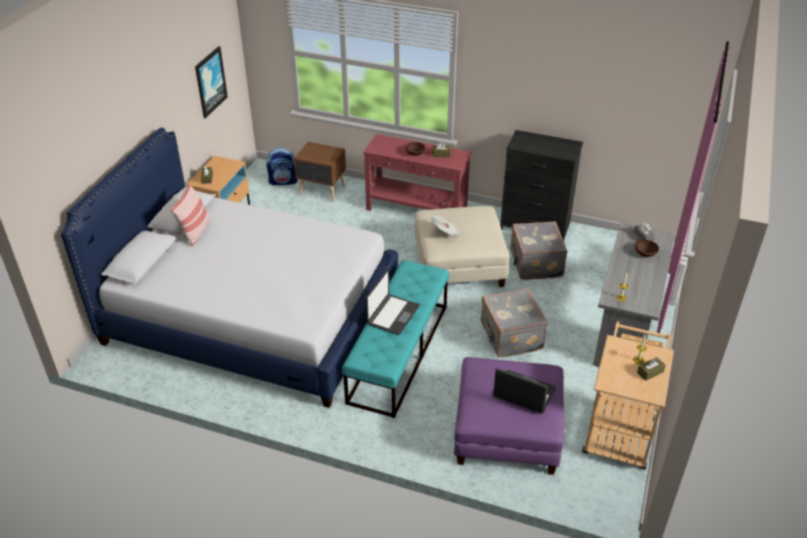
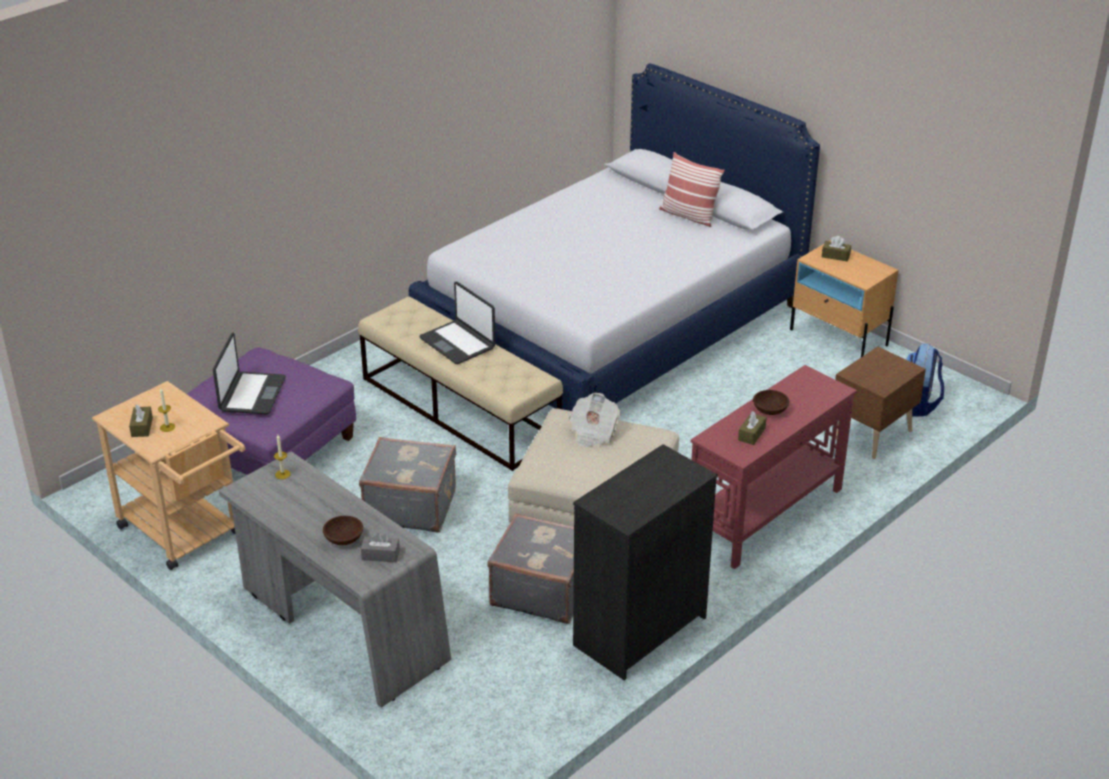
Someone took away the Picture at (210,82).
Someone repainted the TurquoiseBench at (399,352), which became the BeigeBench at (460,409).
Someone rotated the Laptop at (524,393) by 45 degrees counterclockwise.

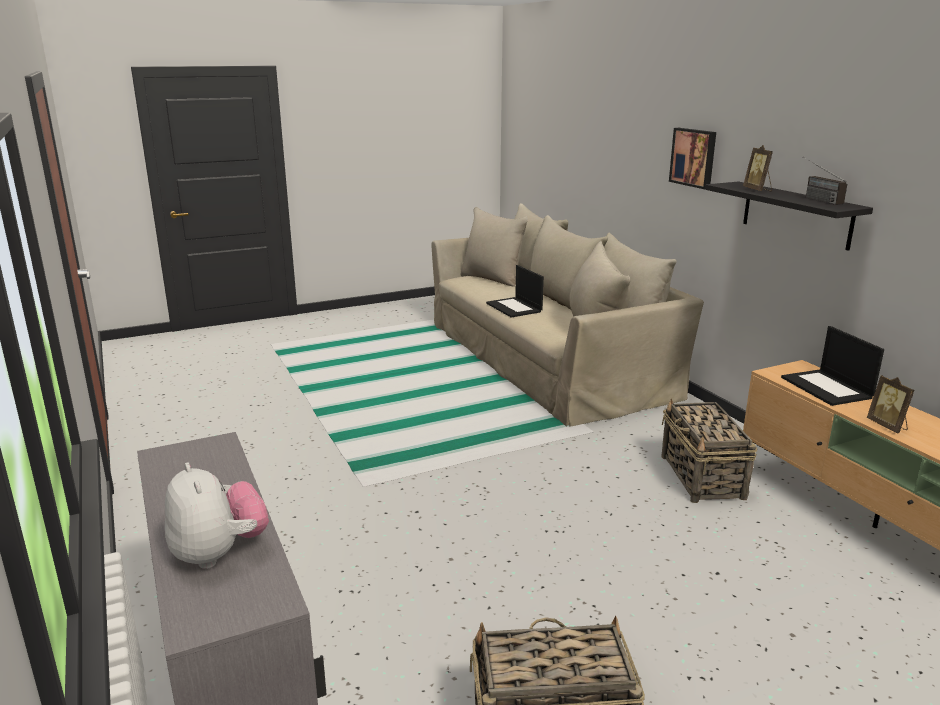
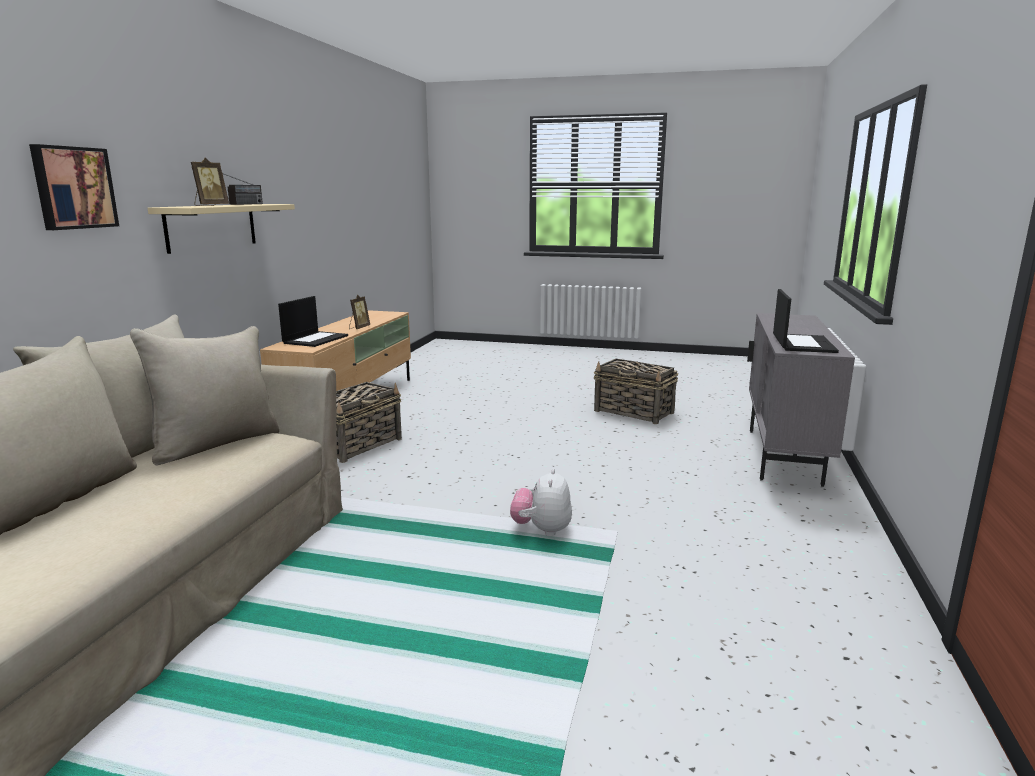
Someone carried the PlushToy from (219,553) to (542,530).
Someone carried the Laptop from (514,307) to (802,343).
Someone repainted the BlackShelf at (796,214), which became the BeigeShelf at (212,227).

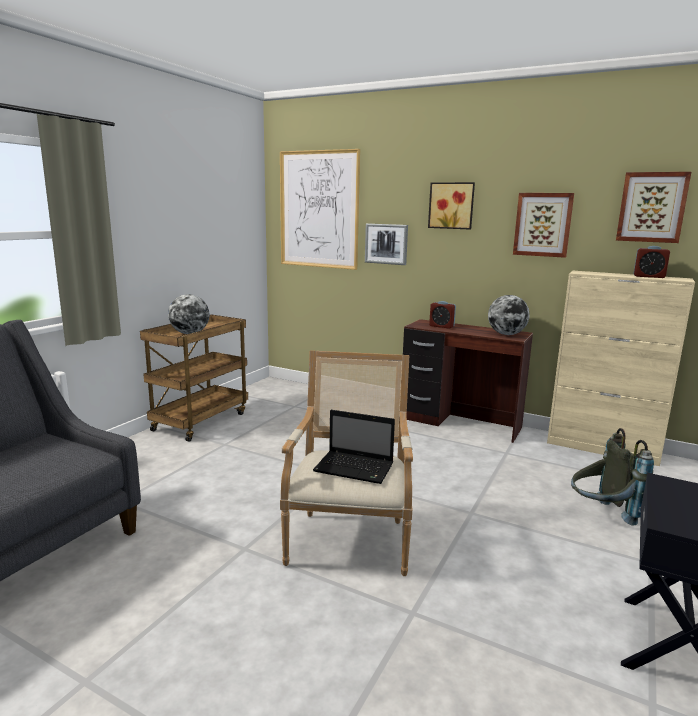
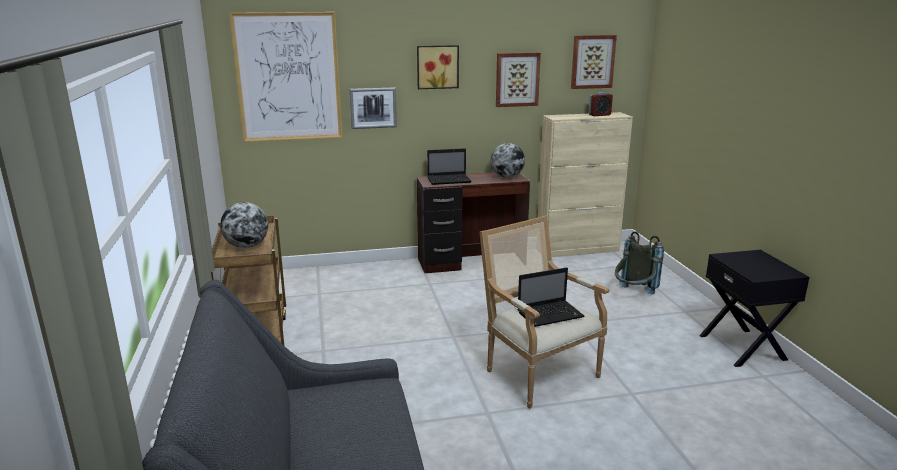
Someone swapped the AlarmClock at (441,326) for the Laptop at (450,180).

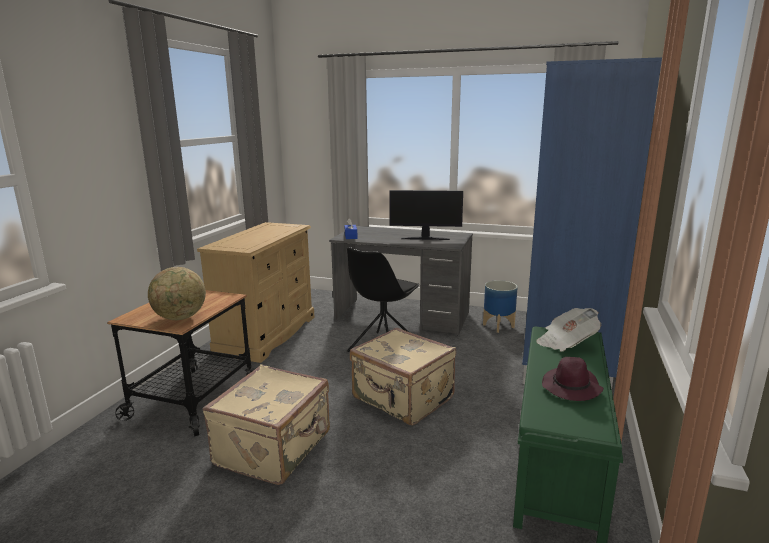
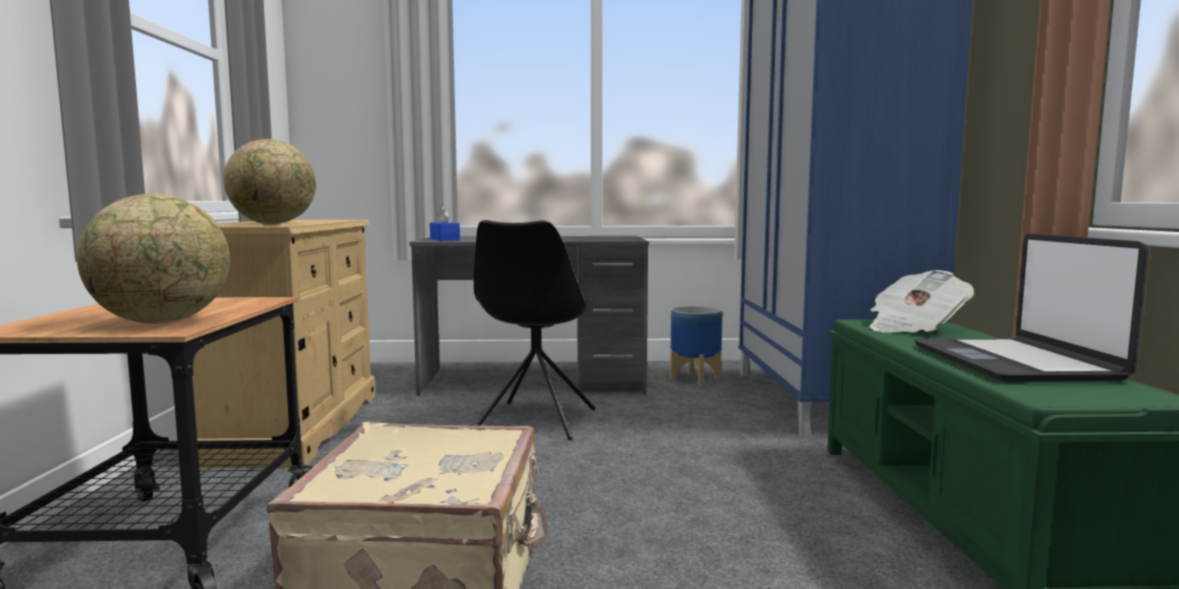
Someone took away the BeigeSuitcase at (402,399).
Someone took away the Monitor at (425,238).
Someone put down the Globe at (274,224).
Someone swapped the PurpleHat at (571,388) for the Laptop at (1015,362).

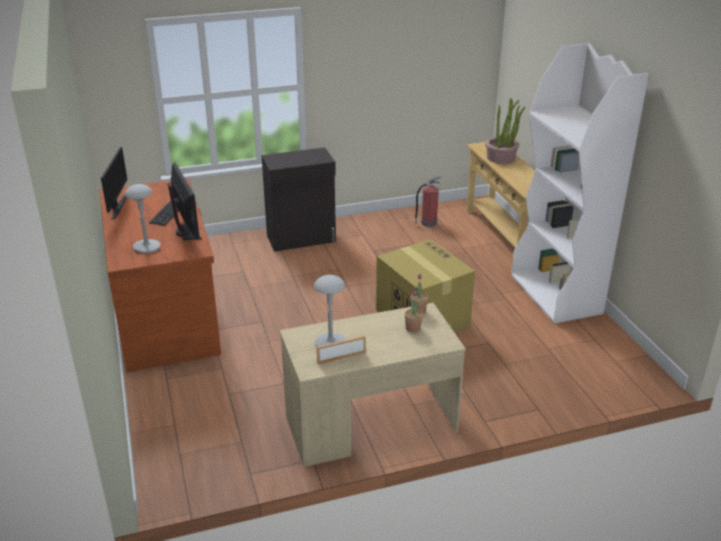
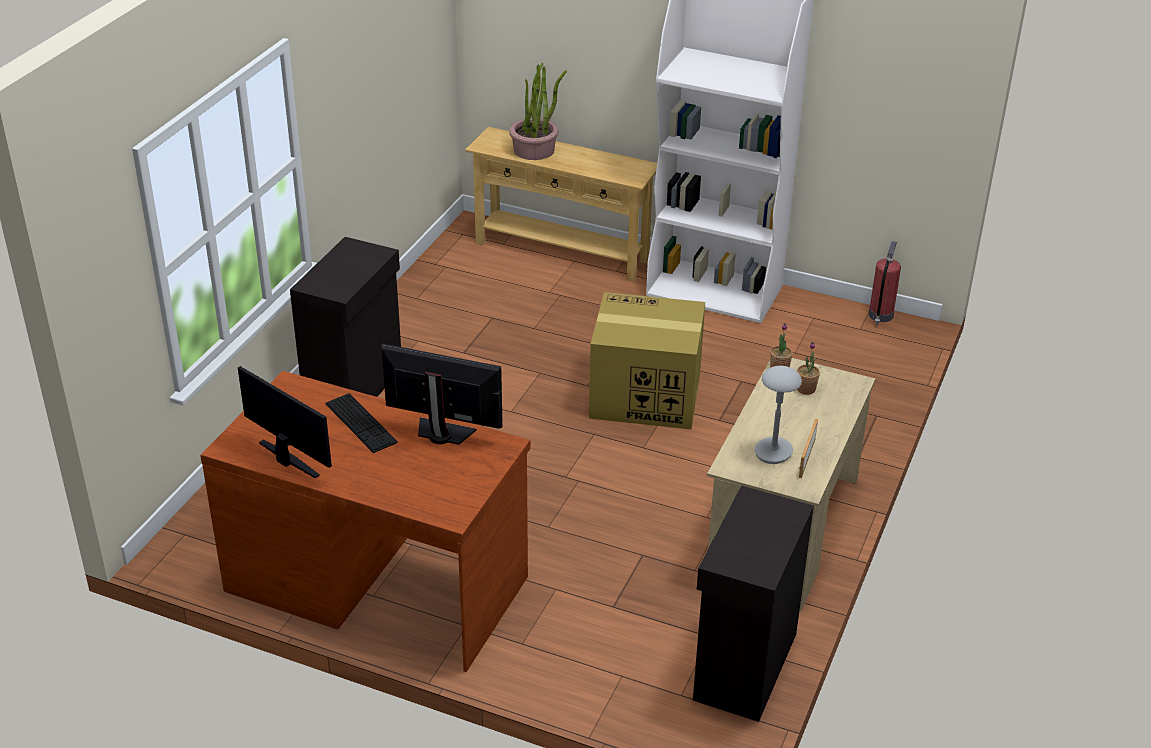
Someone took away the GreyTableLamp at (146,247).
Someone put down the BlackCabinet at (743,666).
Someone carried the FireExtinguisher from (428,223) to (880,316).

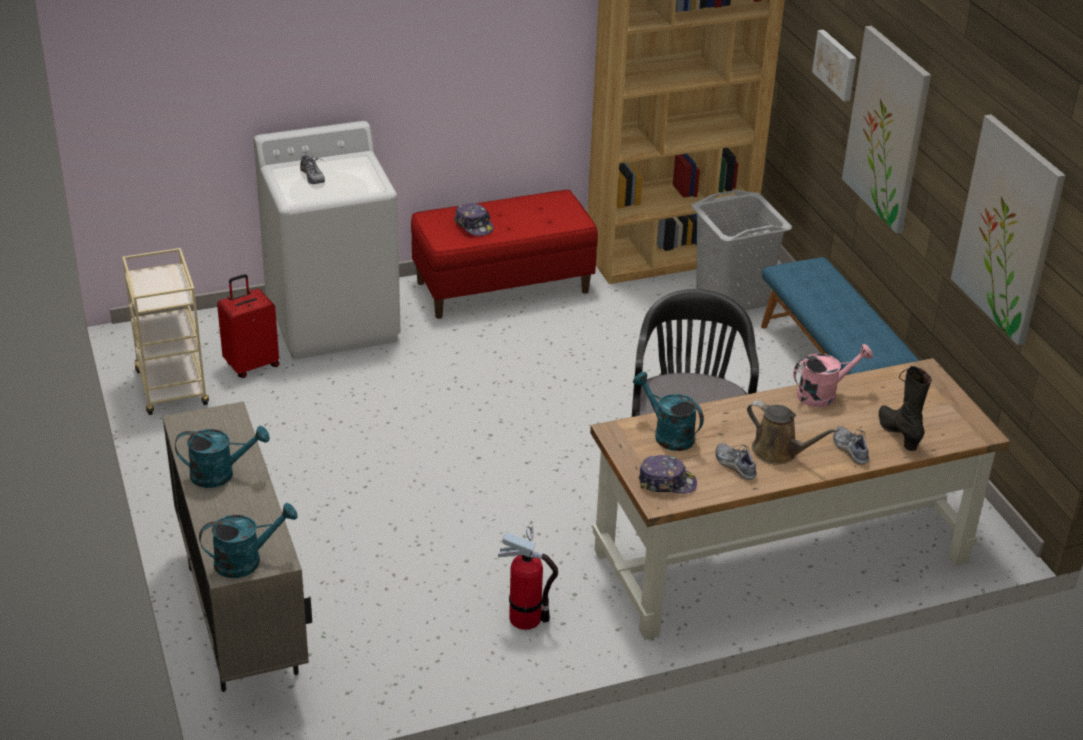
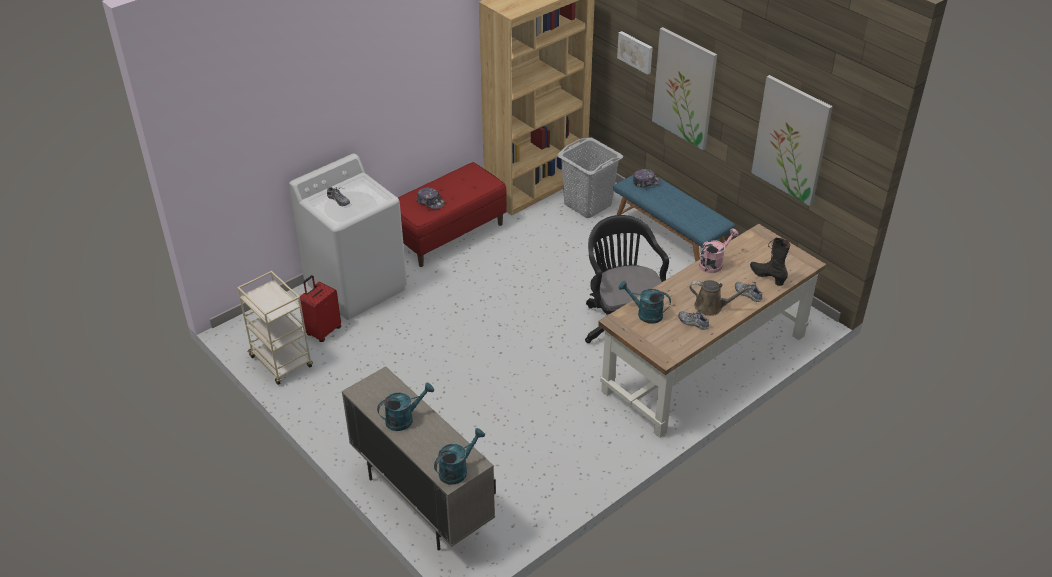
Someone took away the FireExtinguisher at (525,618).
Someone carried the Cap from (667,482) to (646,182).

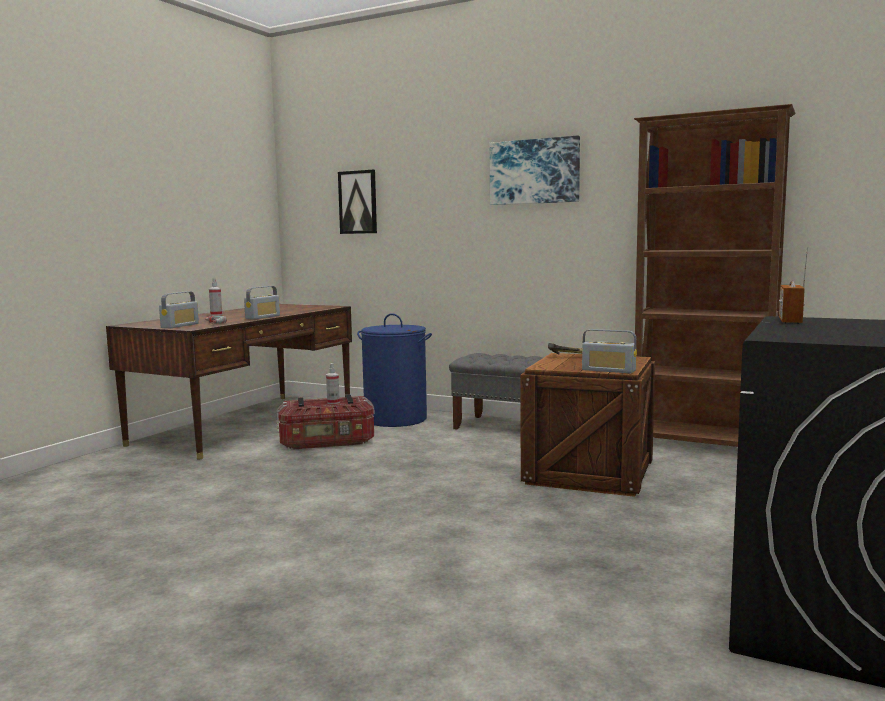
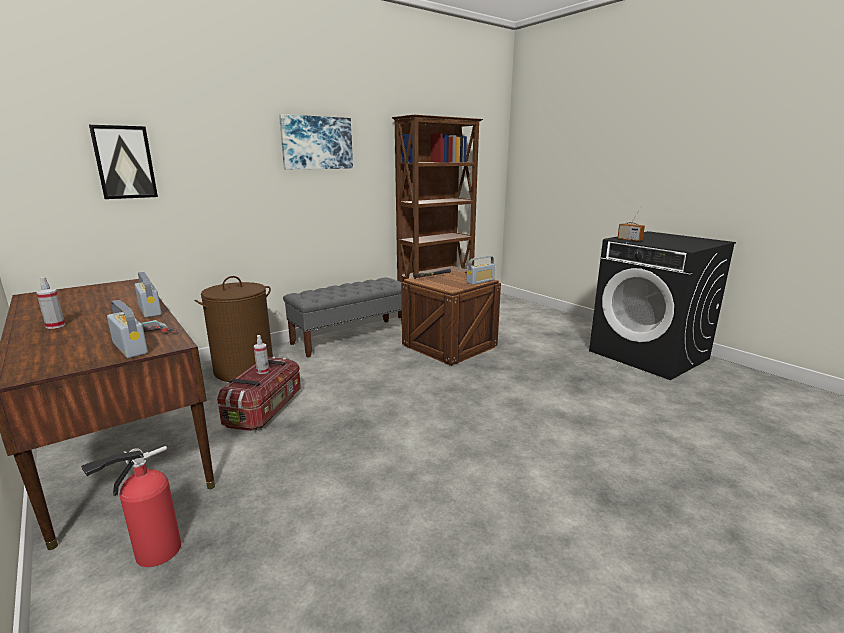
Someone put down the FireExtinguisher at (153,553).
Someone repainted the BlueLaundryBasket at (396,419), which became the BrownLaundryBasket at (244,369).

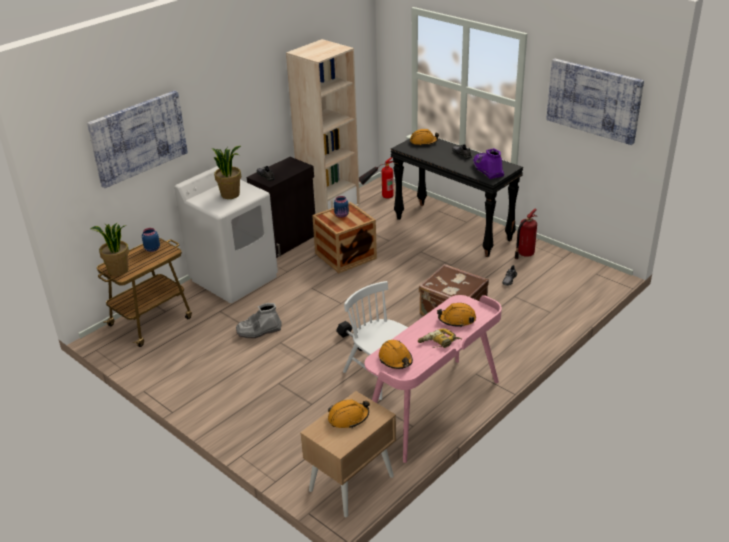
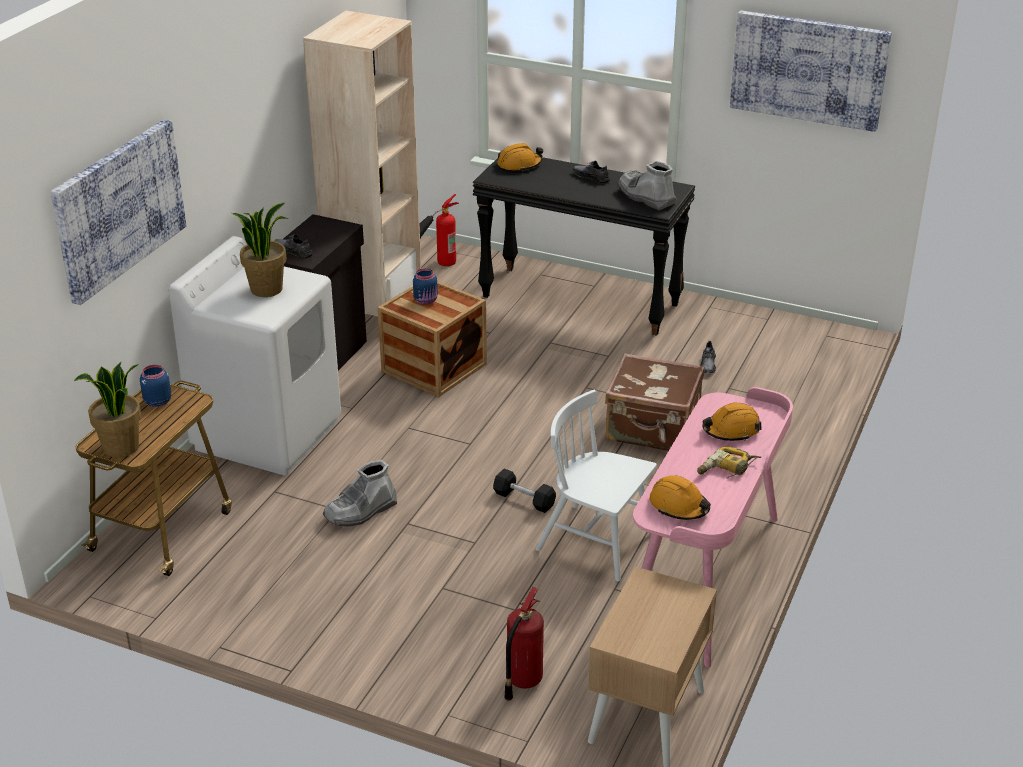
Someone took away the OrangeHardHat at (348,418).
Someone carried the FireExtinguisher from (525,254) to (522,680).
Someone repainted the PurpleBoot at (487,170), which became the GreyBoot at (646,197).

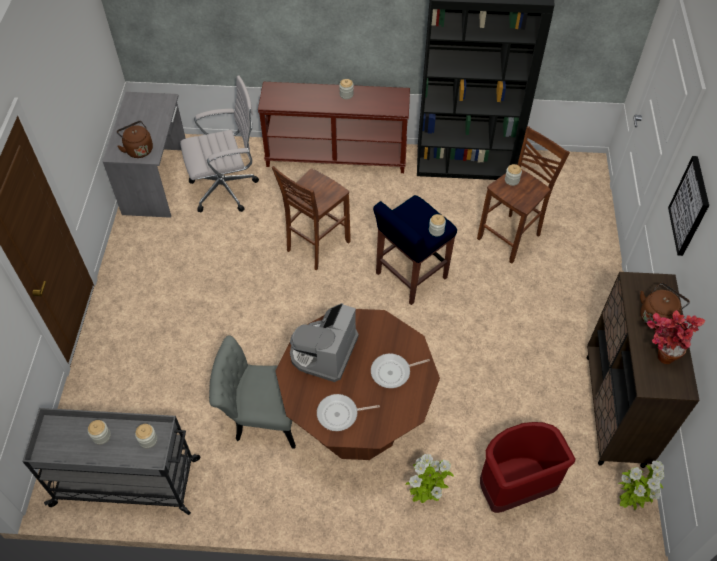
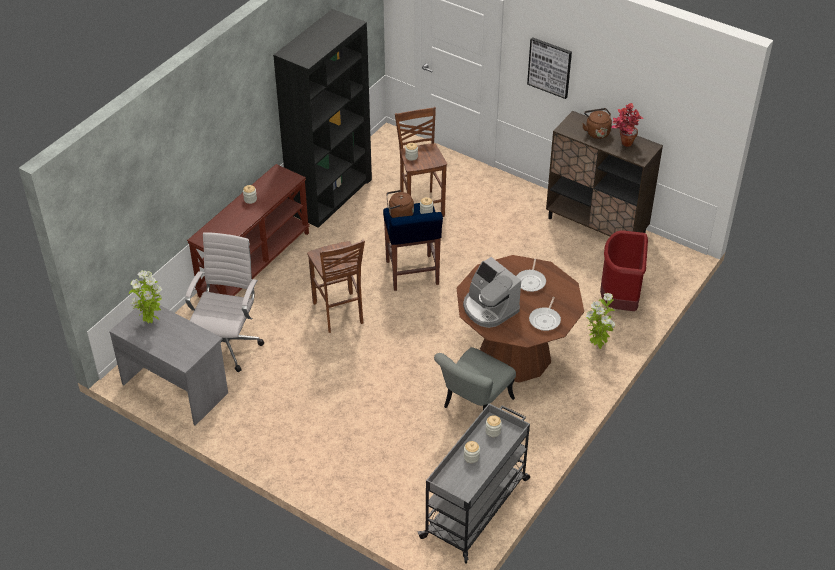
Someone carried the BrownKettle from (138,149) to (399,215).
Someone carried the PottedPlant from (628,502) to (151,322).

